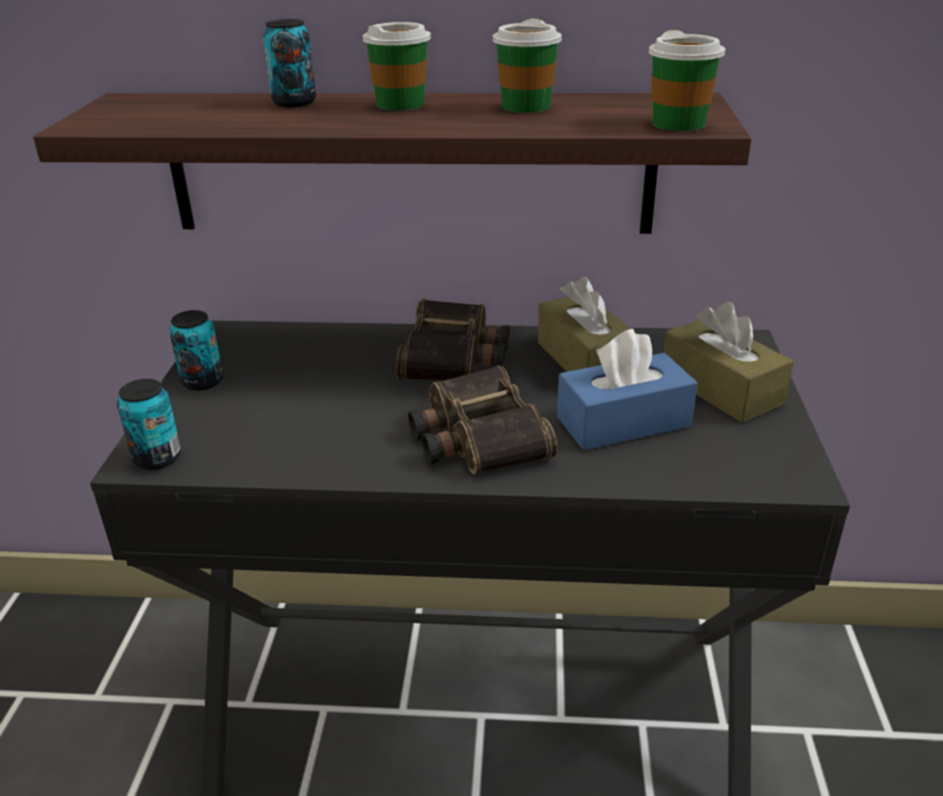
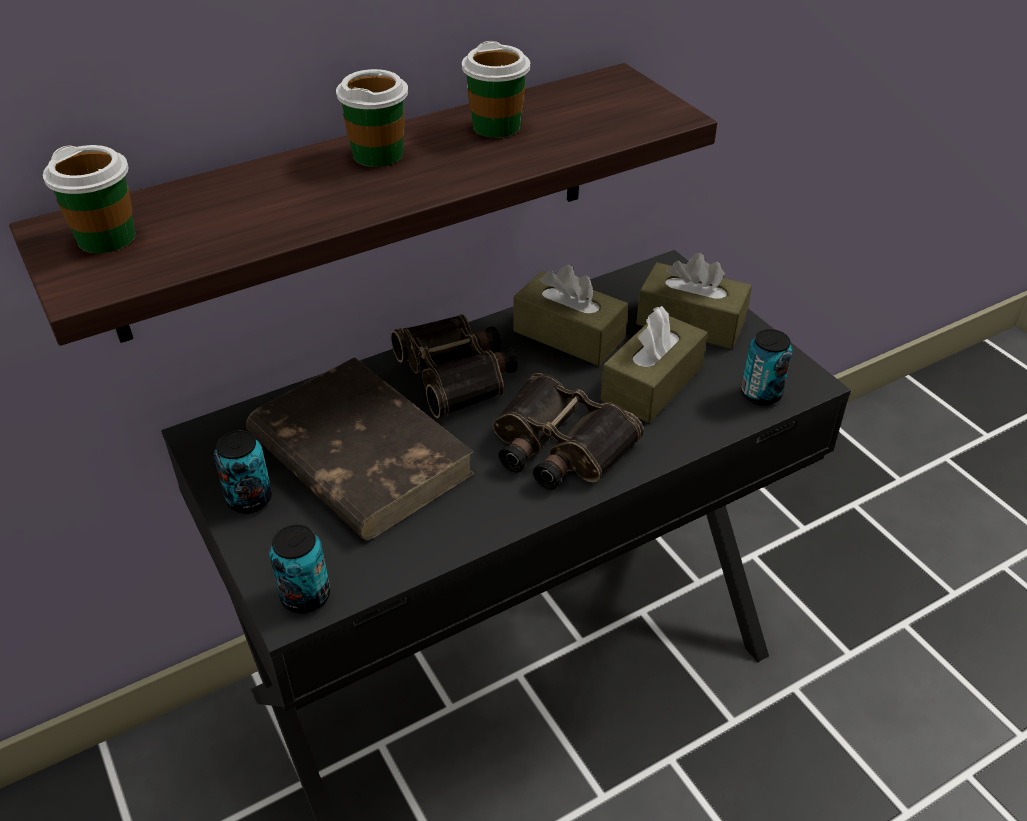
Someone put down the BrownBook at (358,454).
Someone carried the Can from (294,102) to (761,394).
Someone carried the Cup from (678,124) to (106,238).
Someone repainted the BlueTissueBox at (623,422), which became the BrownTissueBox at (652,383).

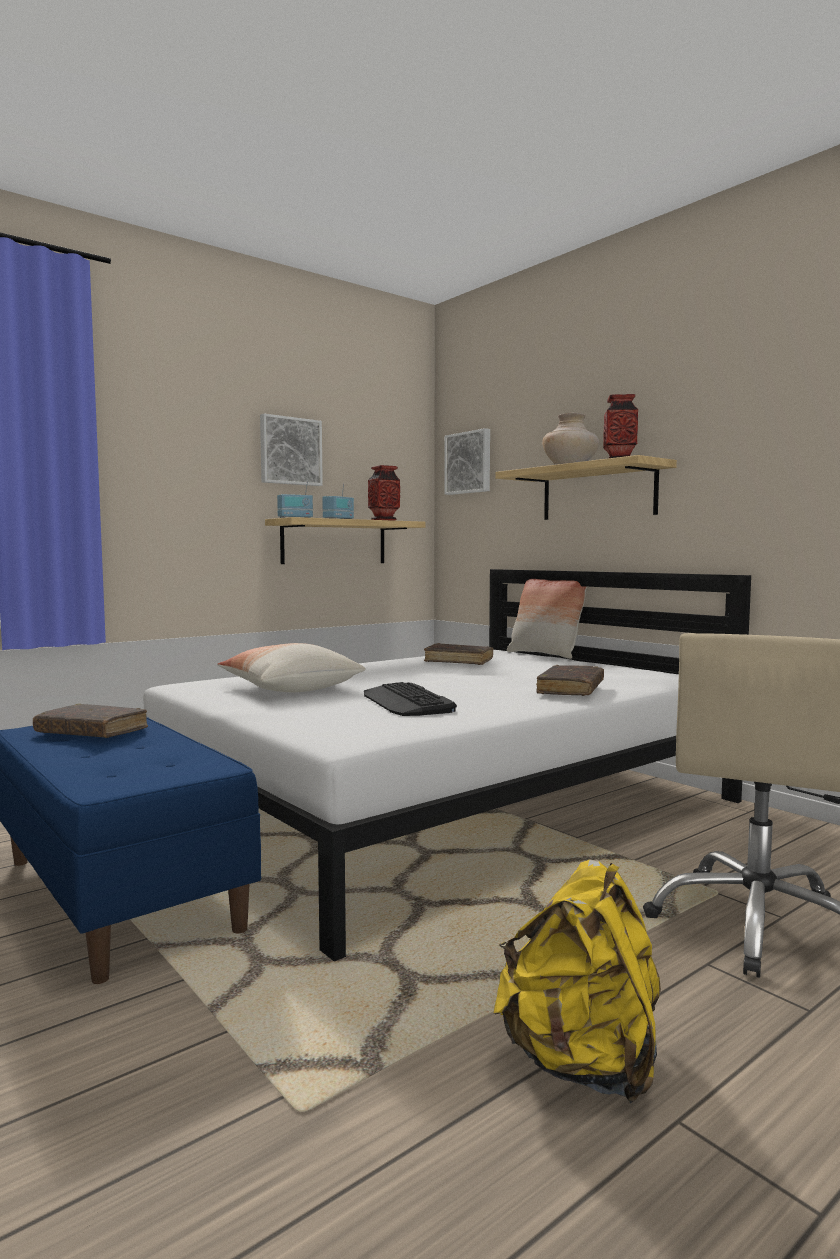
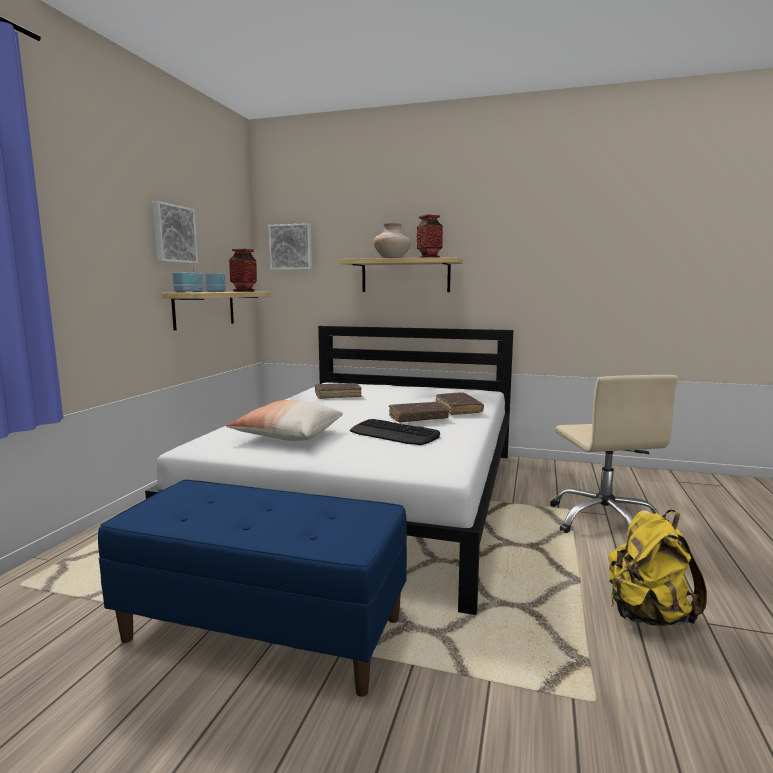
Someone took away the Pillow at (544,655).
Someone carried the BrownBook from (91,732) to (418,418).

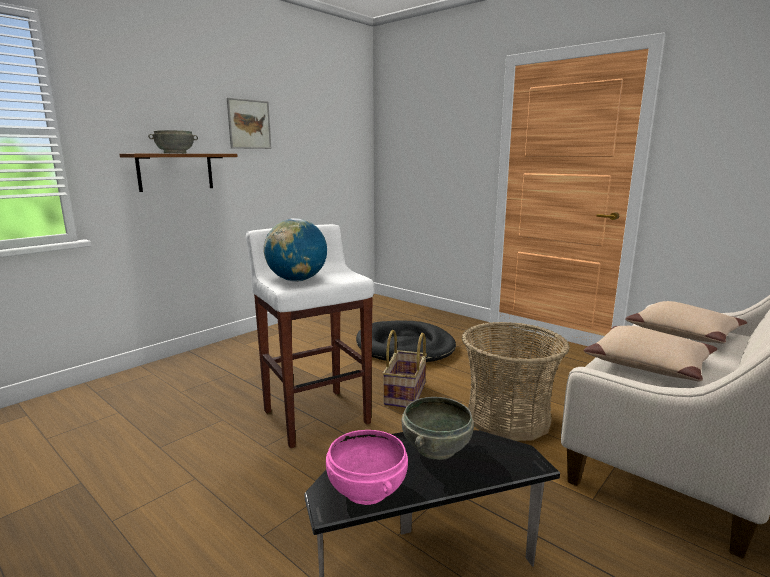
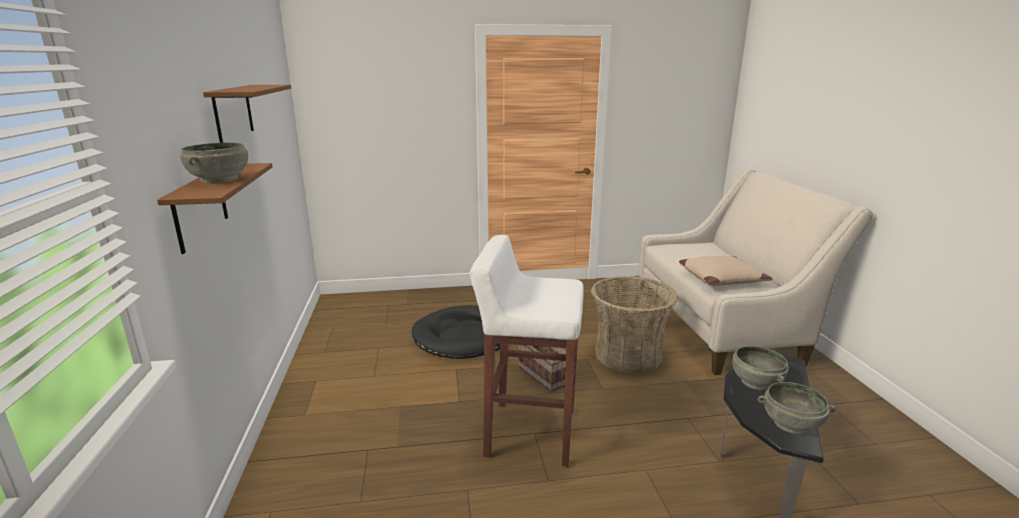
Someone took away the Globe at (297,280).
Someone took away the BeigePillow at (683,333).
Someone swapped the Picture at (249,124) for the BrownShelf at (233,112).
Someone repainted the PinkBowl at (366,490), which became the GreyBowl at (791,424).

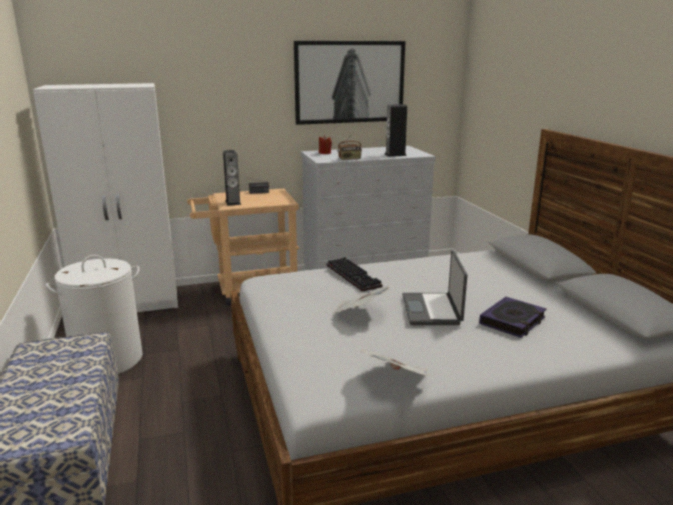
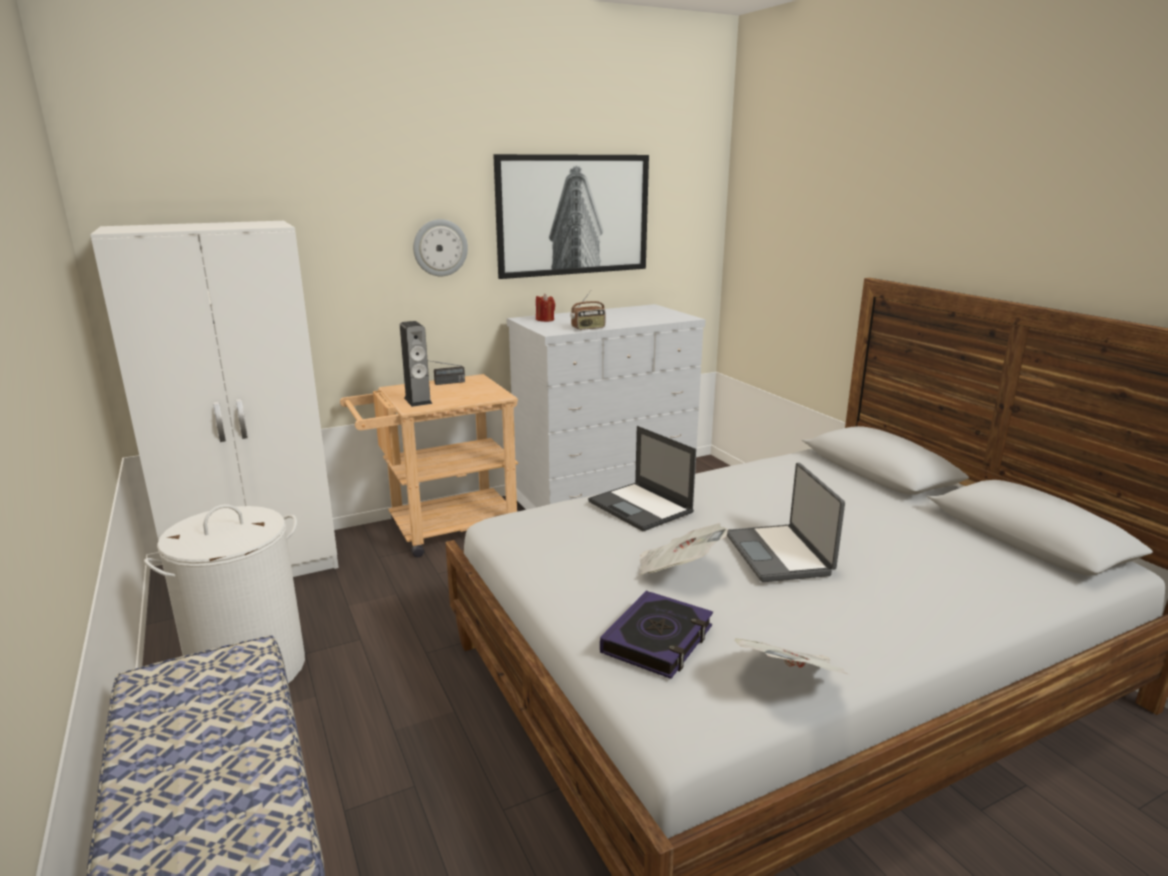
Someone took away the Speaker at (395,155).
Someone put up the WallClock at (440,247).
Someone carried the Book from (512,321) to (658,640).
Someone swapped the Keyboard at (355,276) for the Laptop at (641,507).

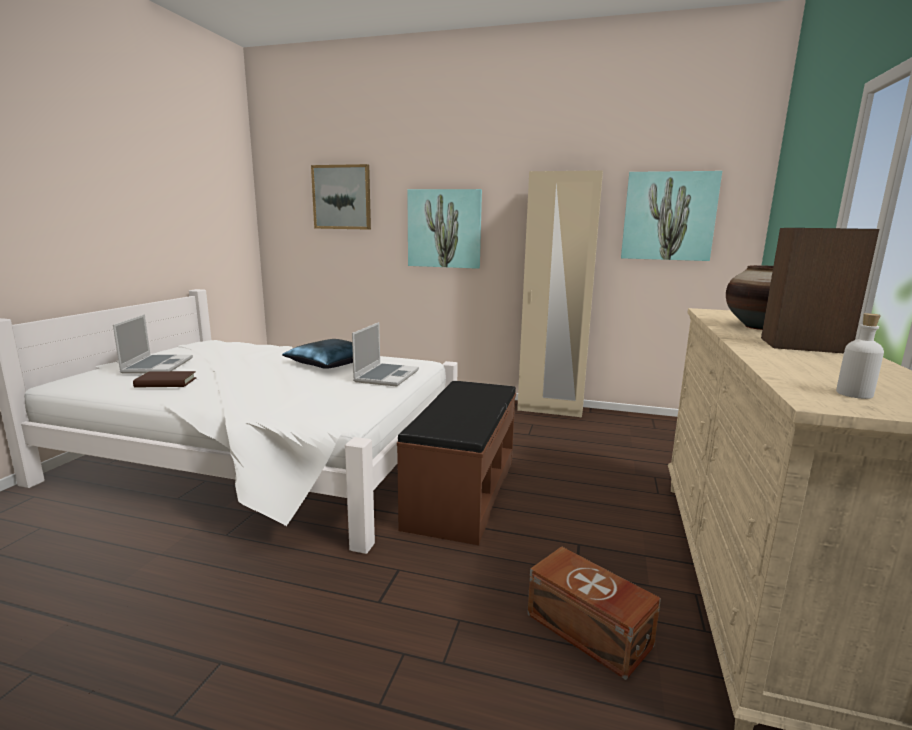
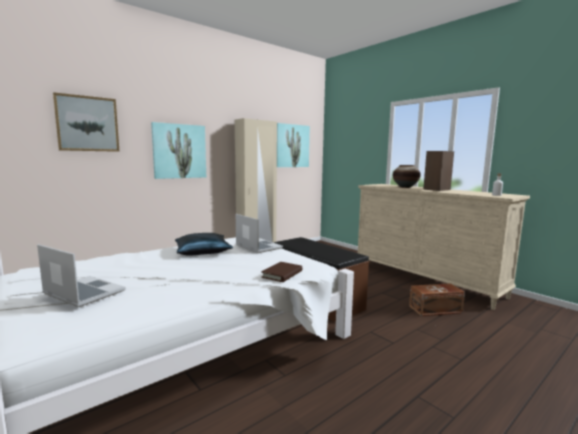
Someone carried the BrownBook from (166,383) to (282,274).

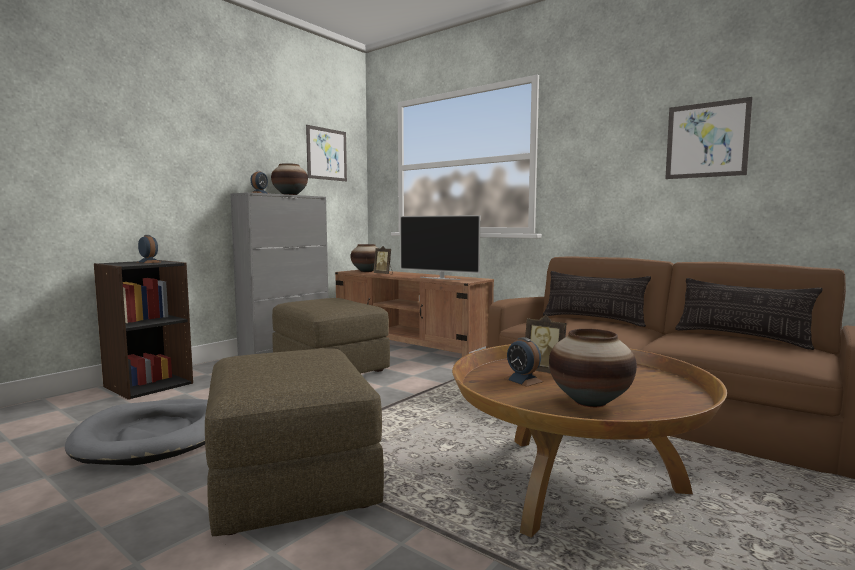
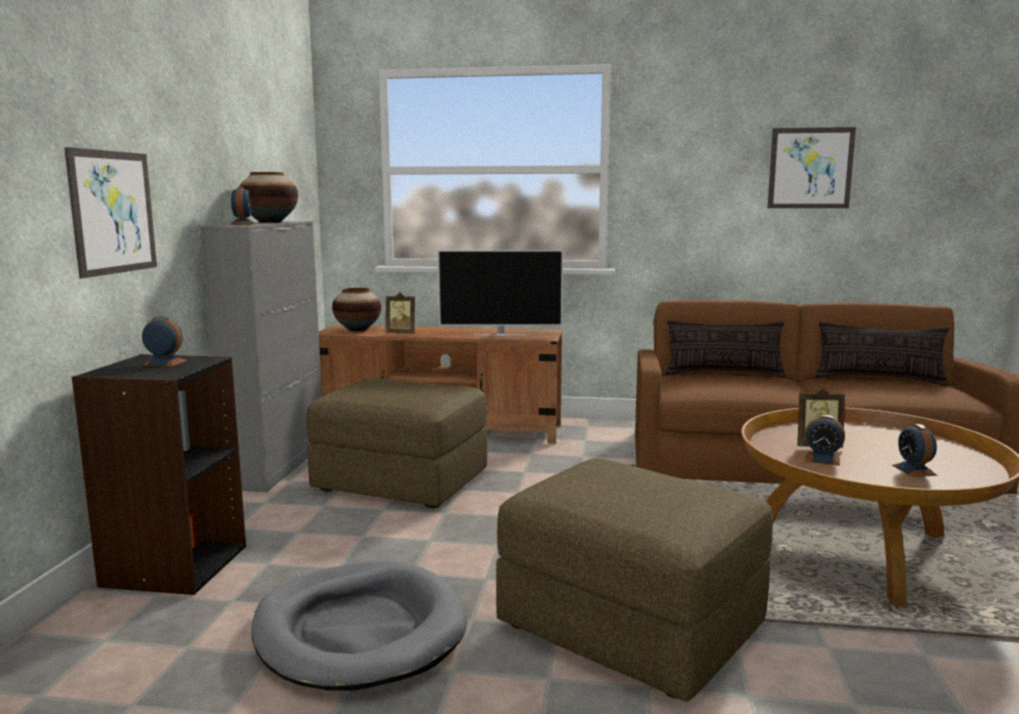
Someone carried the Picture from (326,154) to (113,212).
Someone swapped the Vase at (590,402) for the AlarmClock at (914,470).

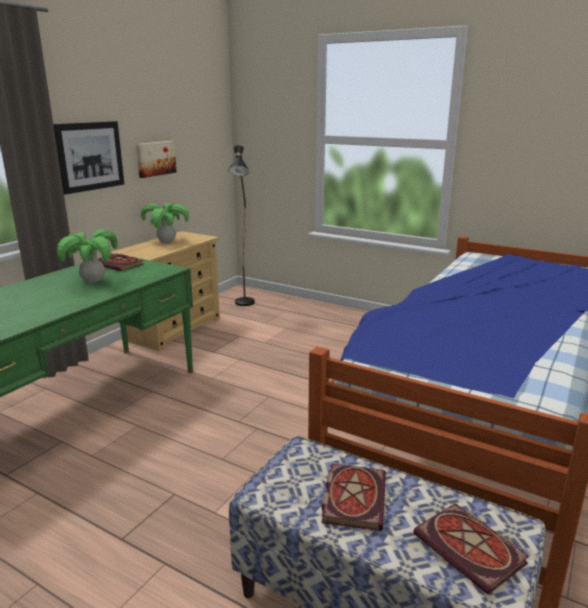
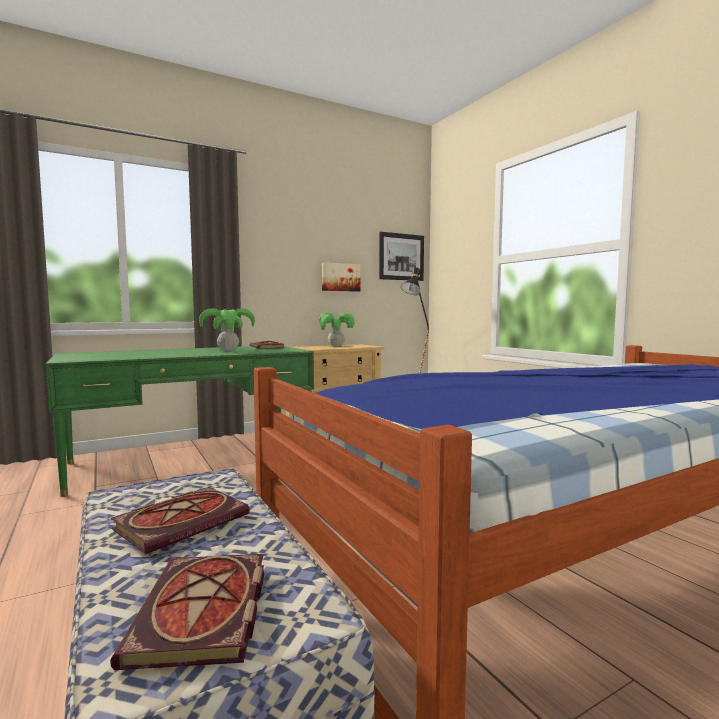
Someone carried the Picture from (90,156) to (401,257).

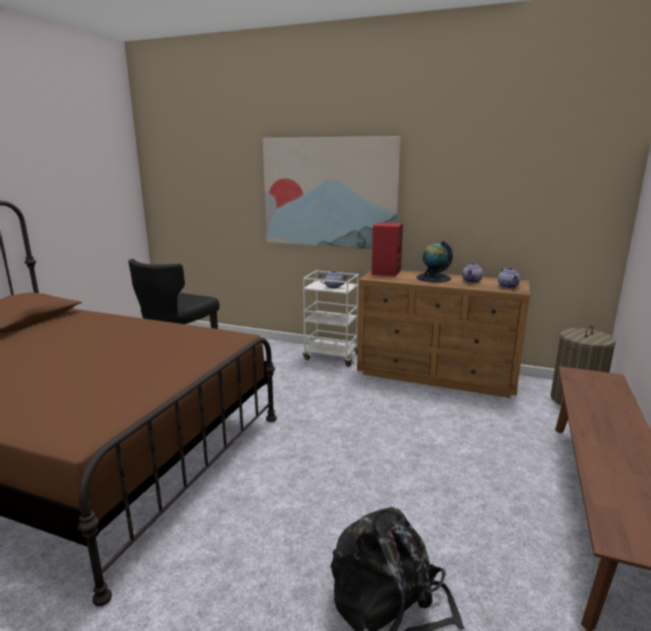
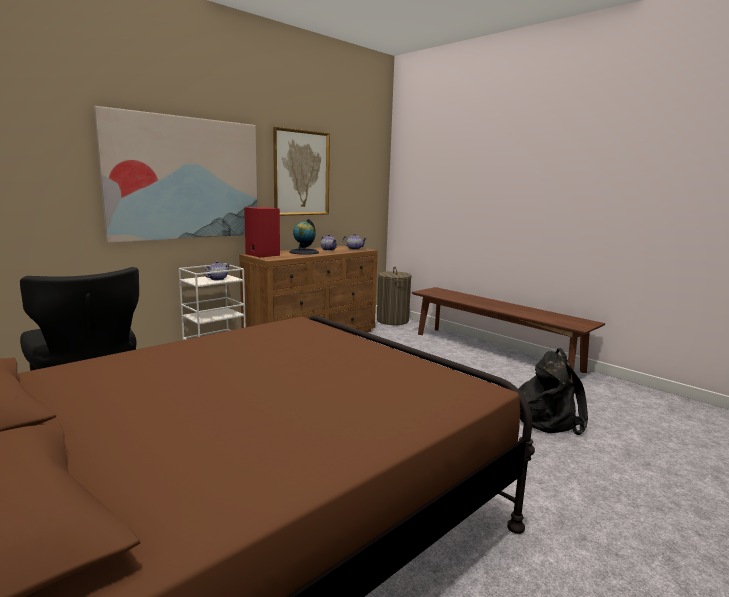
Someone put up the Picture at (301,173).

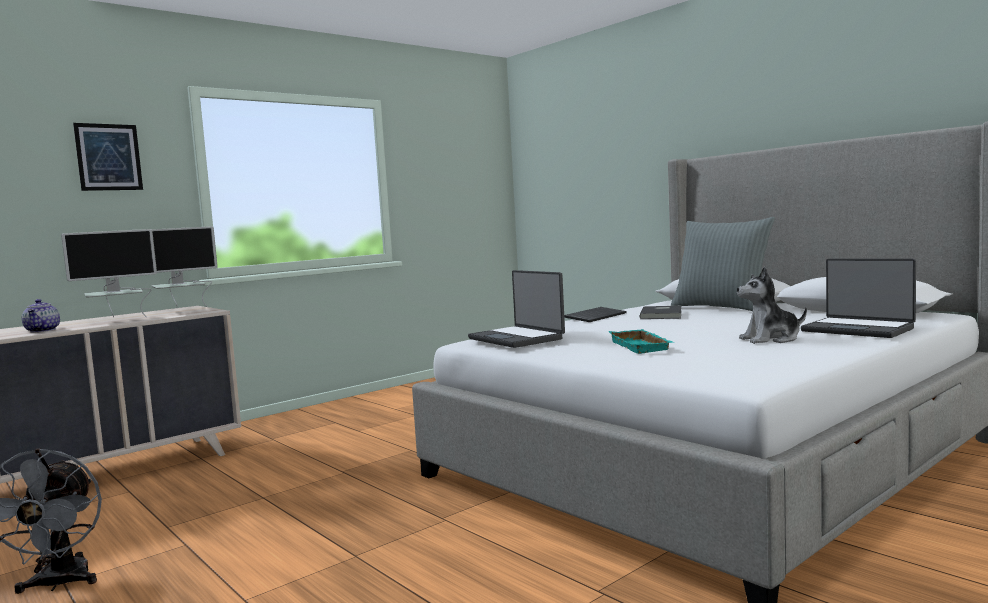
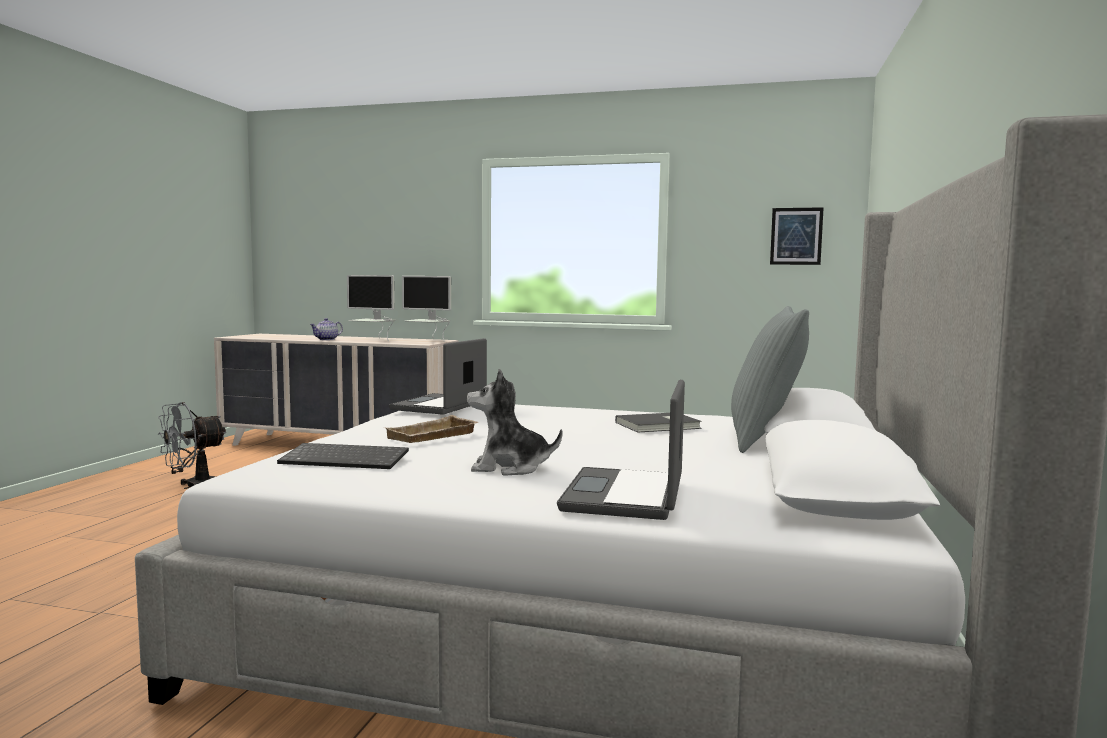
Someone carried the Picture from (108,157) to (796,236).
Someone carried the Keyboard from (595,316) to (347,459).
Someone repainted the TurquoiseTray at (642,346), which became the BeigeTray at (432,437).
Someone rotated the PlushToy at (771,339) by 45 degrees counterclockwise.

